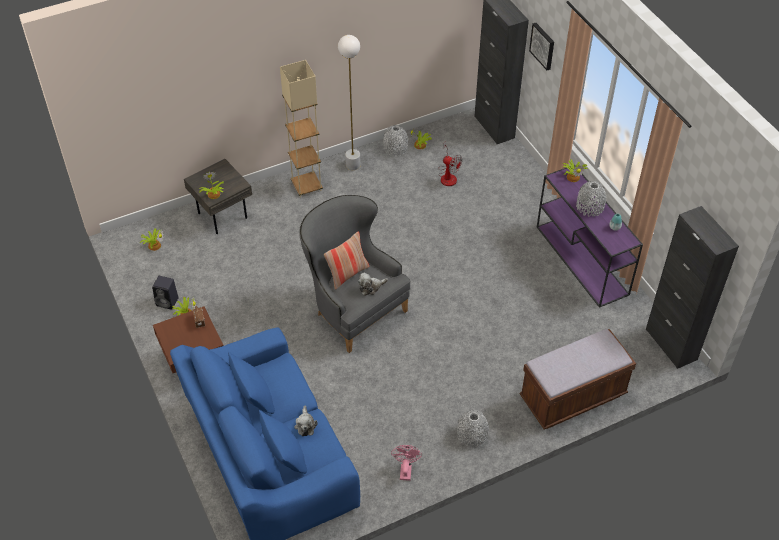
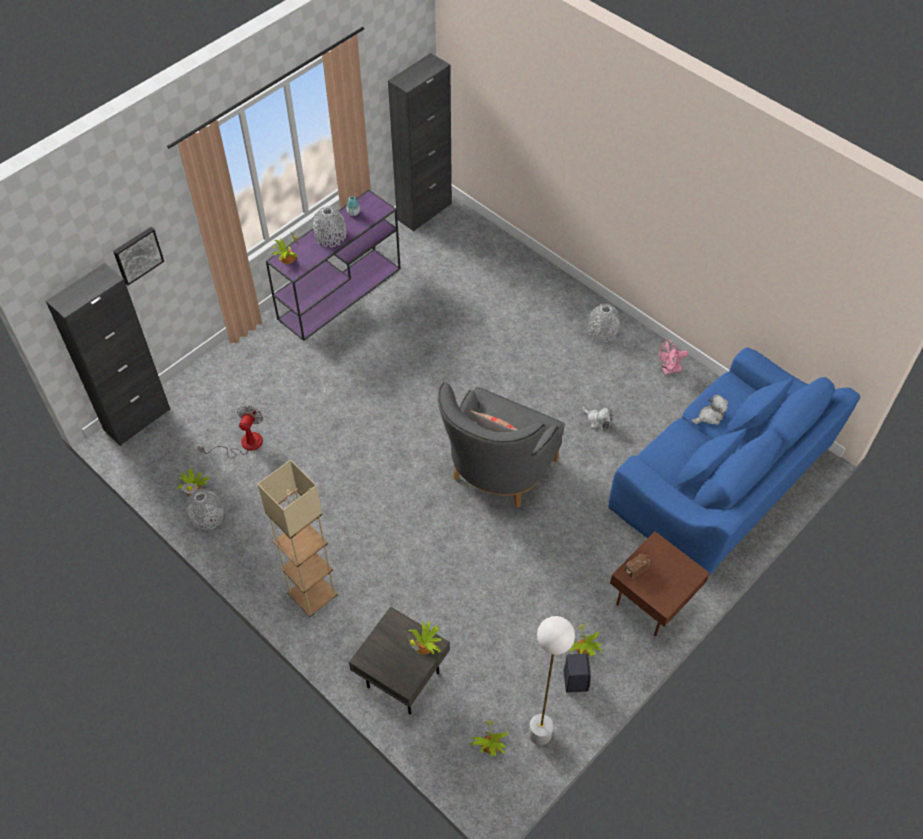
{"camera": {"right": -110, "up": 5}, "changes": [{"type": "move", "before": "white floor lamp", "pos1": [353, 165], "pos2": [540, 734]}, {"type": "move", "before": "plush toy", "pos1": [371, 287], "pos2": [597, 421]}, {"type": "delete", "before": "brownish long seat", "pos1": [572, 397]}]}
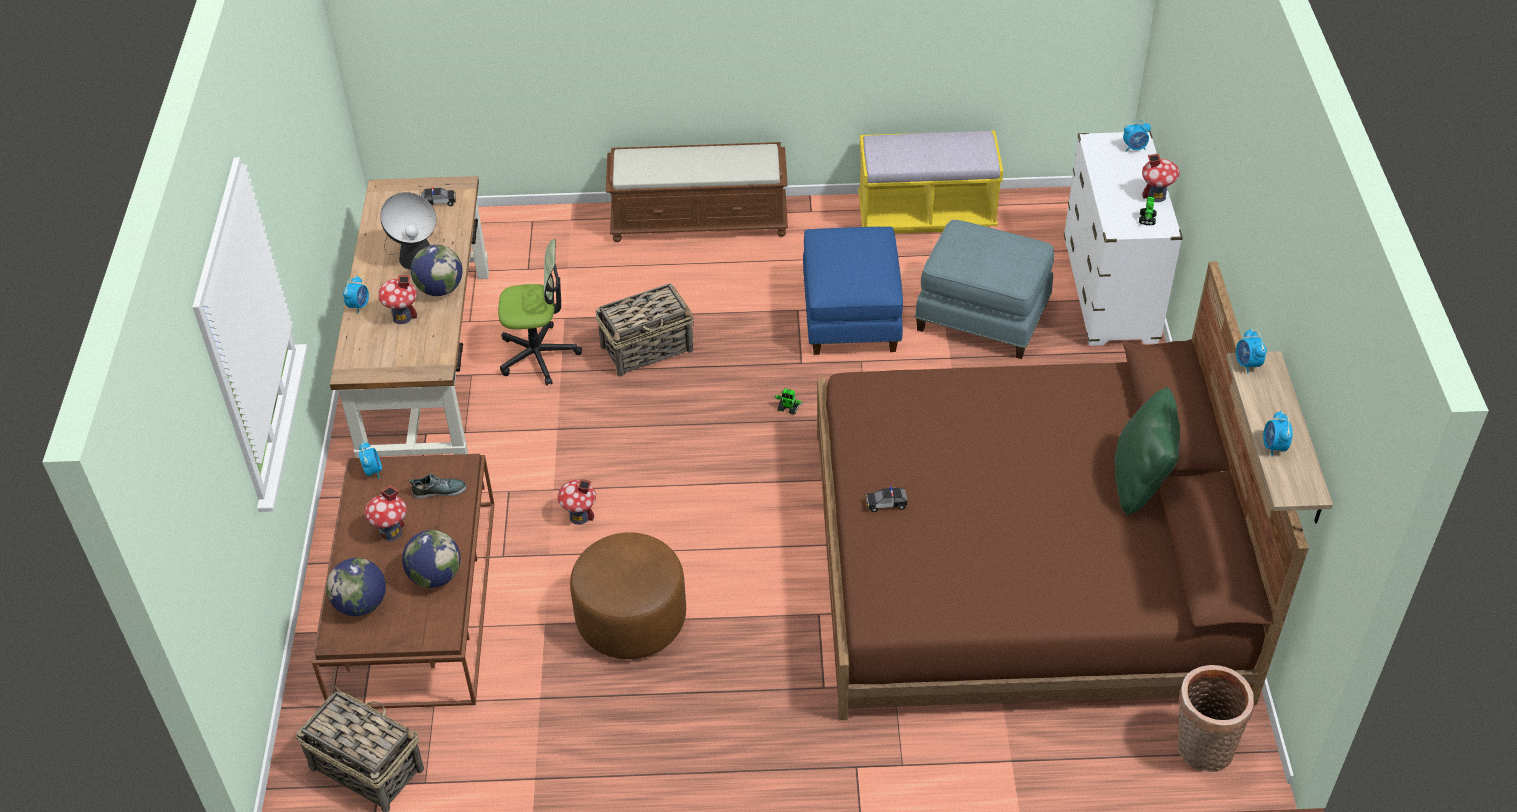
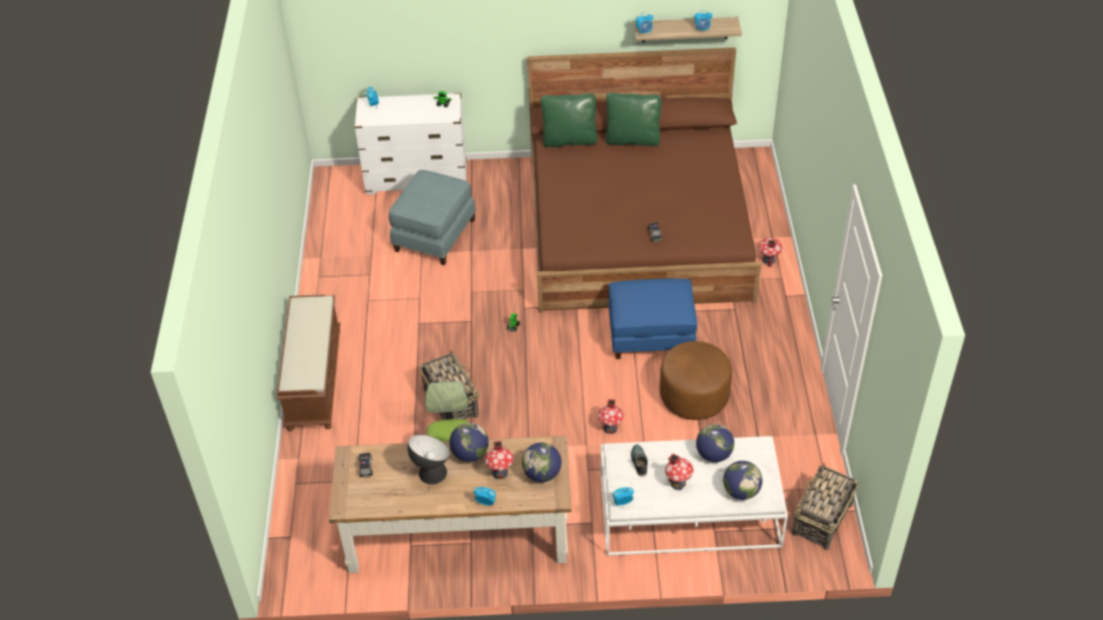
{"camera": {"right": -90, "up": 0}, "changes": [{"type": "delete", "before": "yellow-coloured long seat", "pos1": [926, 214]}, {"type": "move", "before": "toy house", "pos1": [1156, 196], "pos2": [768, 260]}, {"type": "move", "before": "blue-coloured footrest", "pos1": [852, 317], "pos2": [651, 335]}, {"type": "recolor", "before": "brownish low table", "after": "white low table", "pos1": [415, 601], "pos2": [688, 511]}, {"type": "delete", "before": "storage basket", "pos1": [1201, 750]}, {"type": "insert", "after": "green pillow", "pos2": [569, 140]}, {"type": "insert", "after": "desk globe", "pos2": [542, 474]}]}
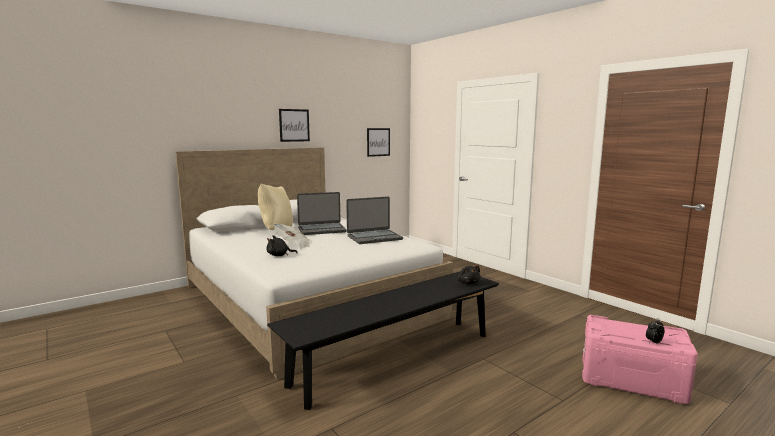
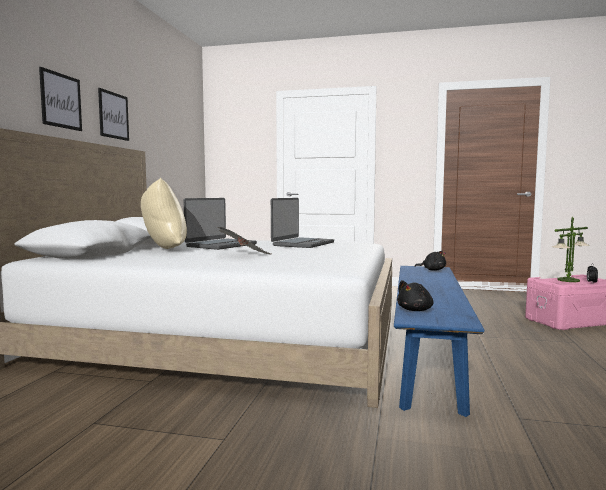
{"camera": {"right": -40, "up": -5}, "changes": [{"type": "move", "before": "picture", "pos1": [378, 142], "pos2": [61, 100]}, {"type": "move", "before": "blackish plush toy", "pos1": [279, 255], "pos2": [416, 310]}, {"type": "recolor", "before": "blackish long seat", "after": "blue-coloured long seat", "pos1": [396, 358], "pos2": [427, 355]}, {"type": "insert", "after": "lamp for a table", "pos2": [568, 280]}]}
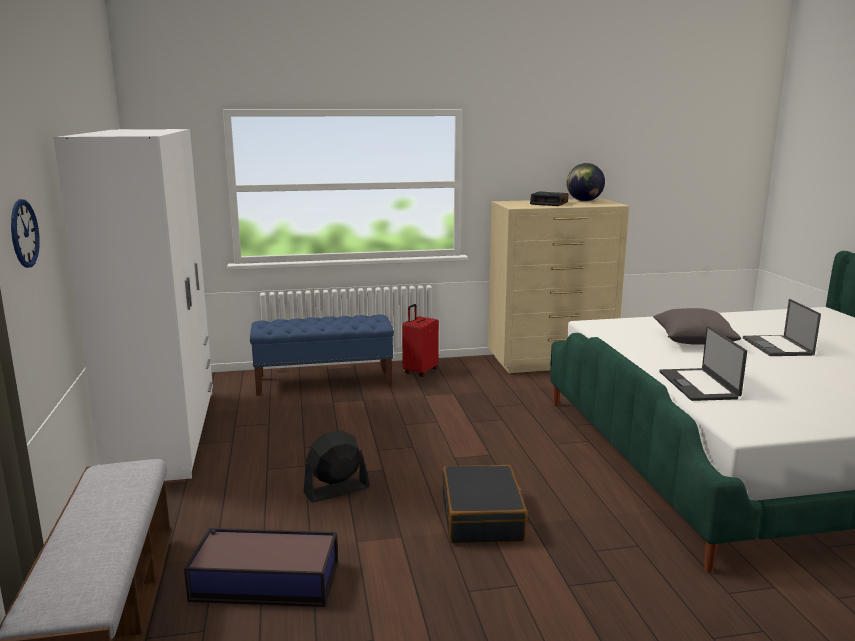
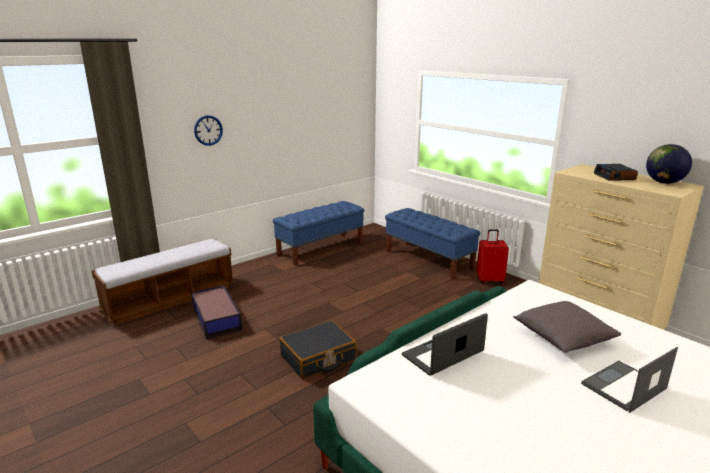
{"camera": {"right": 60, "up": 5}, "changes": [{"type": "replace", "before": "white wardrobe", "after": "blue-coloured long seat", "pos1": [166, 433], "pos2": [321, 249]}, {"type": "delete", "before": "blackish fan", "pos1": [336, 490]}]}
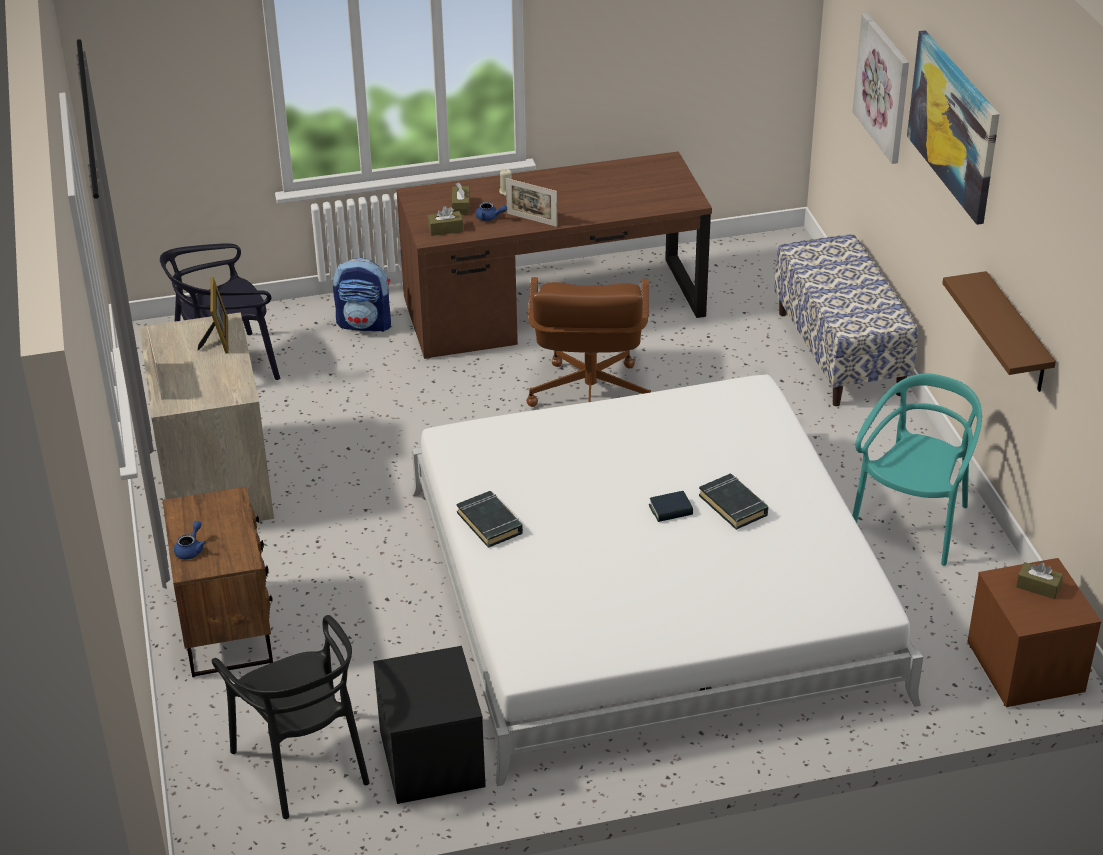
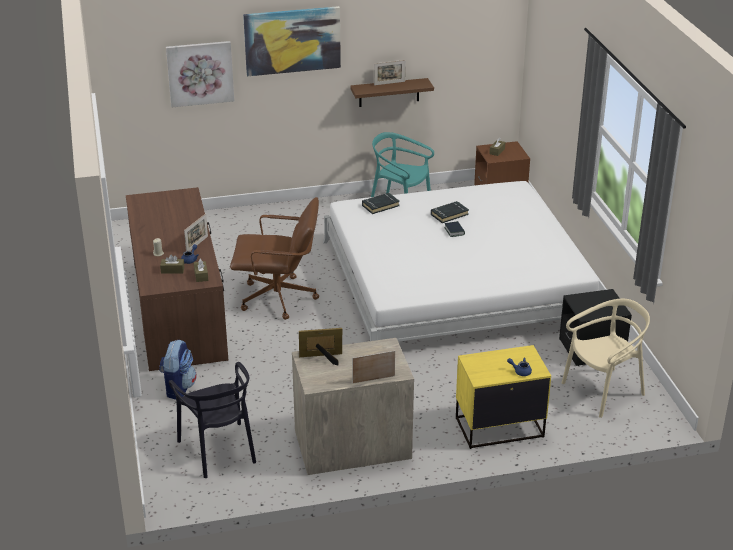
{"camera": {"right": -90, "up": -5}, "changes": [{"type": "delete", "before": "long seat", "pos1": [840, 353]}, {"type": "recolor", "before": "brownish bedside table", "after": "yellow-coloured bedside table", "pos1": [227, 627], "pos2": [498, 427]}, {"type": "move", "before": "blackish bound book", "pos1": [490, 523], "pos2": [380, 205]}, {"type": "recolor", "before": "blackish upright chair", "after": "beige upright chair", "pos1": [303, 763], "pos2": [603, 391]}, {"type": "insert", "after": "picture frame", "pos2": [389, 83]}]}
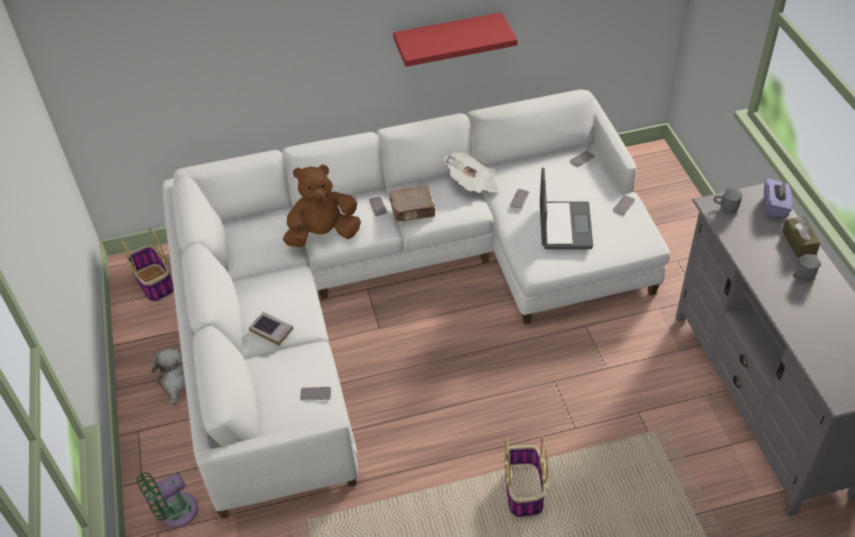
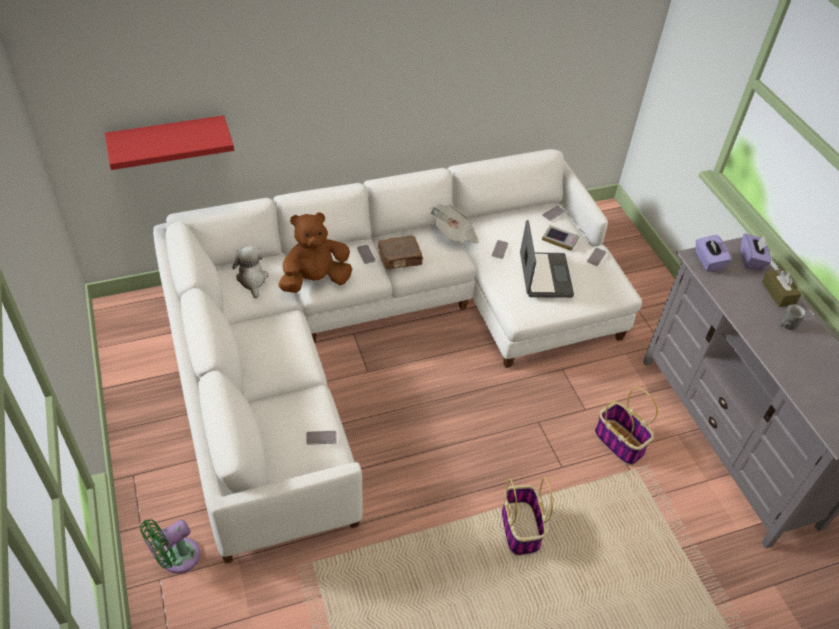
{"camera": {"right": -10, "up": 0}, "changes": [{"type": "move", "before": "reddish wall shelf", "pos1": [448, 39], "pos2": [168, 141]}, {"type": "replace", "before": "grey mug", "after": "purple box of tissues", "pos1": [725, 209], "pos2": [708, 261]}, {"type": "move", "before": "storage basket", "pos1": [155, 284], "pos2": [620, 443]}, {"type": "move", "before": "bound book", "pos1": [271, 330], "pos2": [560, 240]}, {"type": "move", "before": "plush toy", "pos1": [174, 382], "pos2": [252, 279]}]}
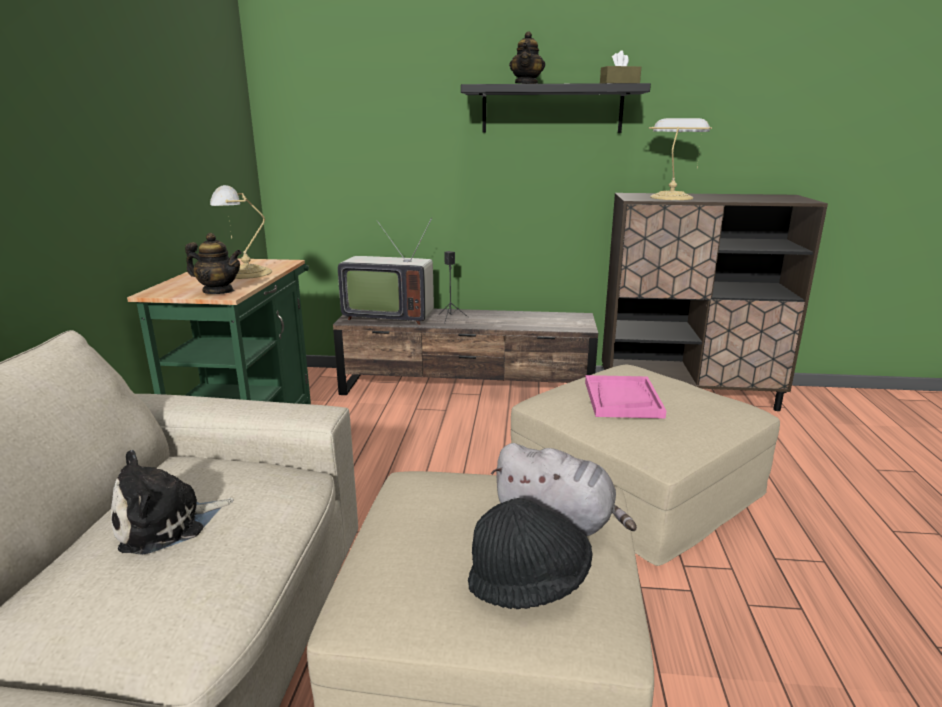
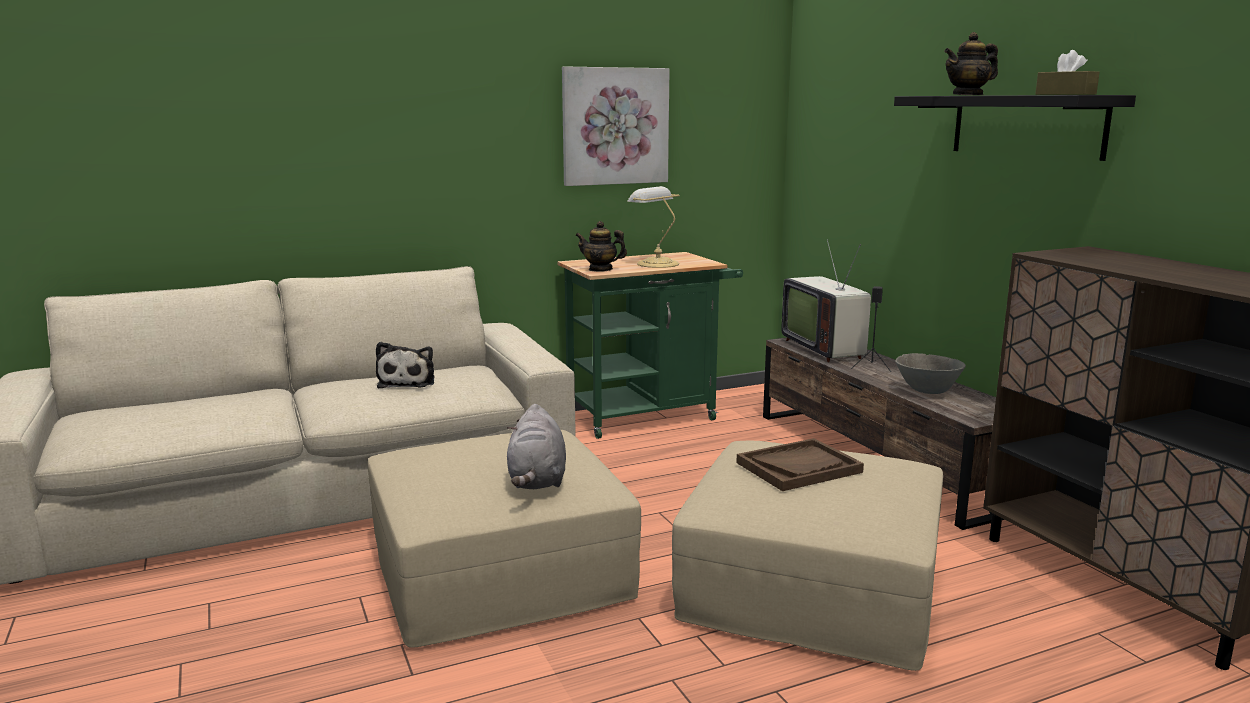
{"camera": {"right": 60, "up": -5}, "changes": [{"type": "delete", "before": "lamp for a table", "pos1": [671, 197]}, {"type": "rotate", "before": "tea pot", "pos1": [218, 291], "pos2": [600, 269], "turn": 120}, {"type": "recolor", "before": "pinkish carrying tray", "after": "brownish carrying tray", "pos1": [622, 399], "pos2": [799, 467]}, {"type": "rotate", "before": "plush toy", "pos1": [167, 524], "pos2": [408, 382], "turn": -120}, {"type": "delete", "before": "blackish hat", "pos1": [529, 584]}, {"type": "insert", "after": "picture", "pos2": [615, 126]}, {"type": "insert", "after": "grey serving bowl", "pos2": [927, 391]}]}
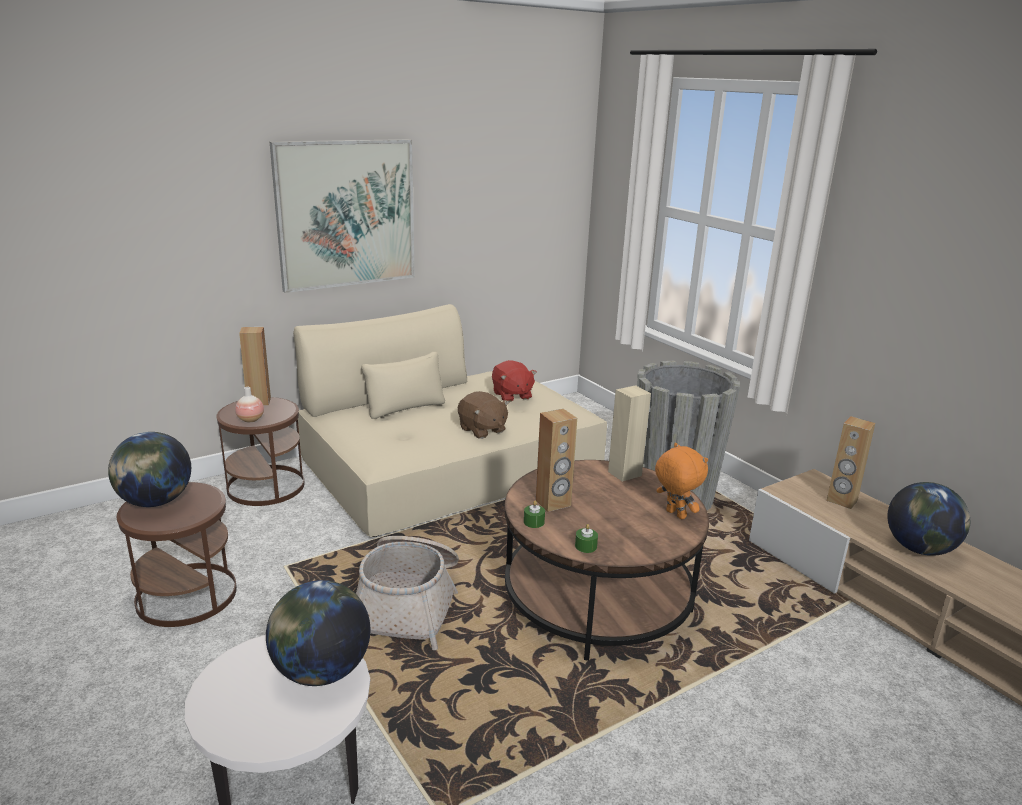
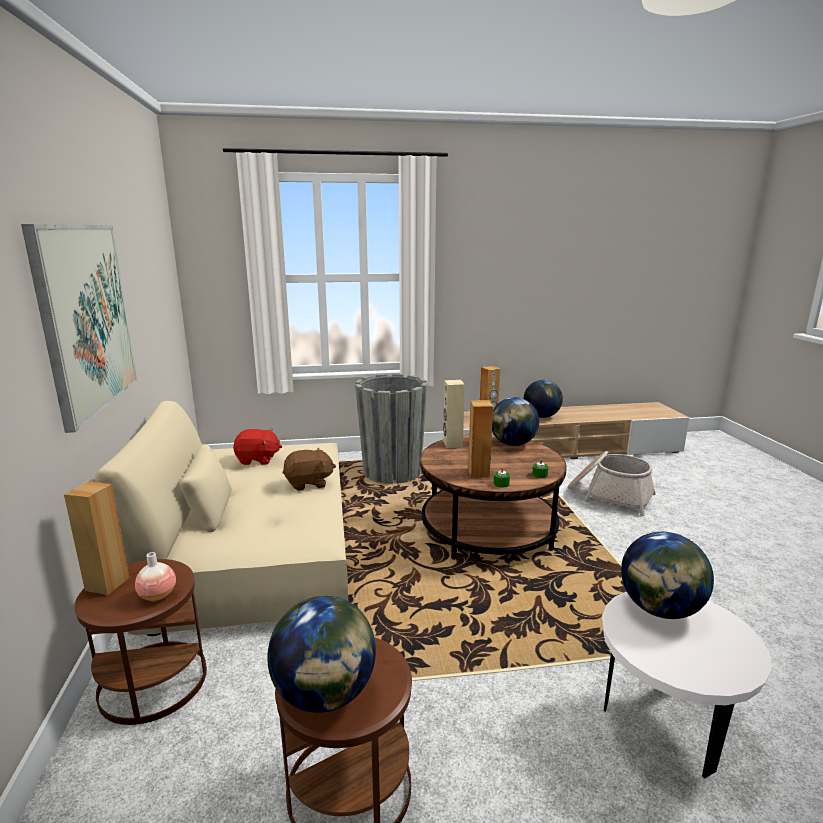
{"camera": {"right": -65, "up": -5}, "changes": [{"type": "replace", "before": "orangey plush toy", "after": "desk globe", "pos1": [674, 514], "pos2": [513, 444]}, {"type": "move", "before": "storage basket", "pos1": [408, 604], "pos2": [609, 495]}]}
